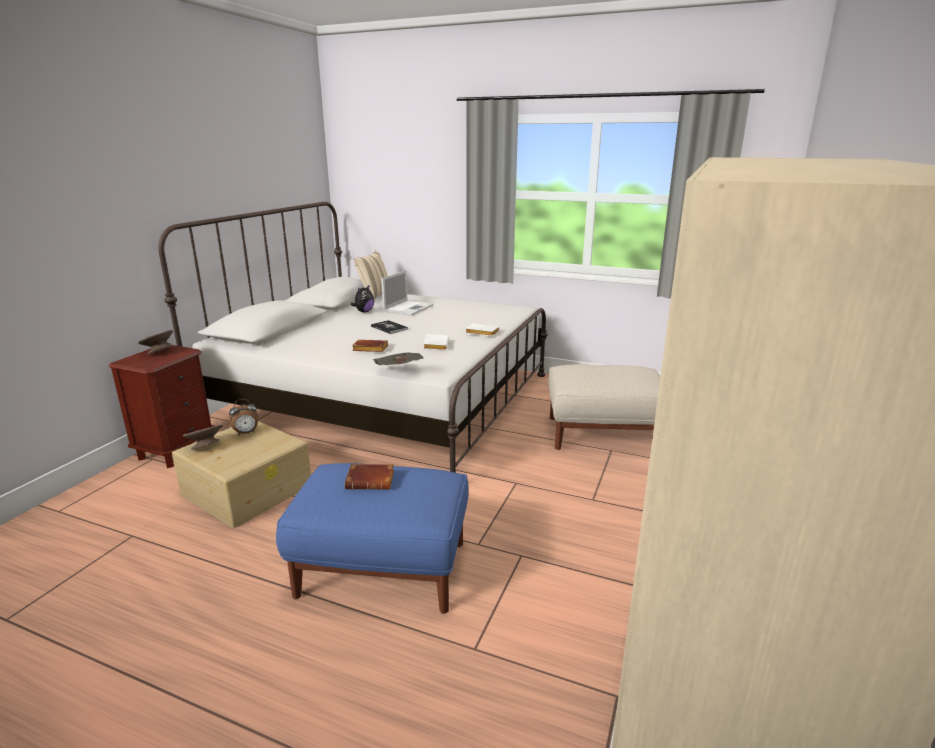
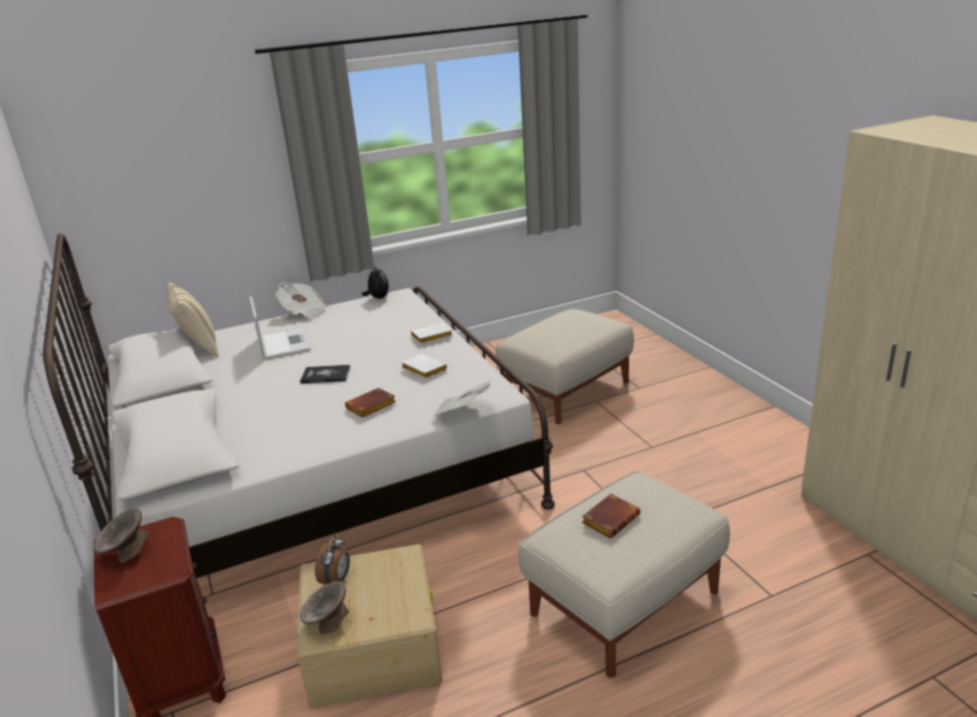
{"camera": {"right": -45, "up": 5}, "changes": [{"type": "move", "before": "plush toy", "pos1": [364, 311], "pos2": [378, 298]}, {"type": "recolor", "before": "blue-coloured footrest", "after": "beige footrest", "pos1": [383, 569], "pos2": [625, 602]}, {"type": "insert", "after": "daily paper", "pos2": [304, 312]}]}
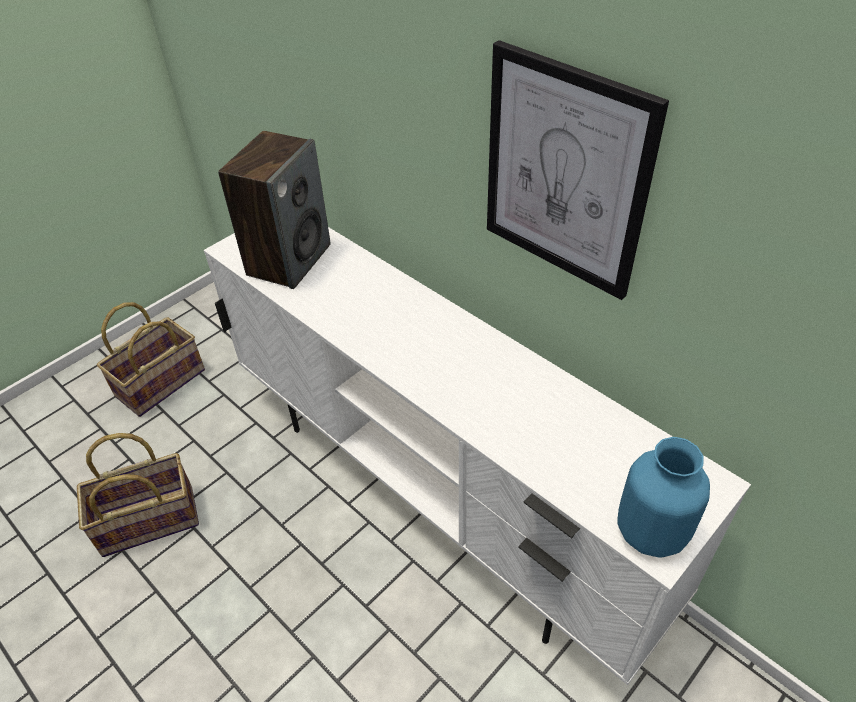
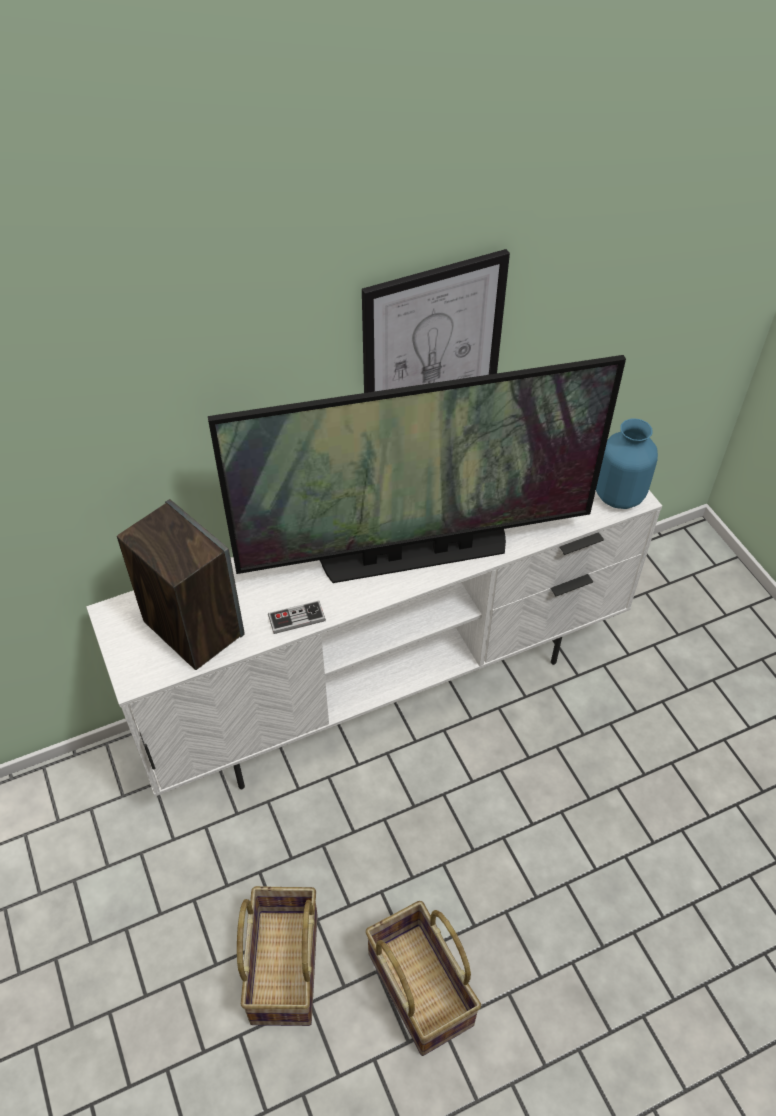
{"camera": {"right": -70, "up": 5}, "changes": [{"type": "move", "before": "storage basket", "pos1": [160, 382], "pos2": [418, 989]}, {"type": "insert", "after": "TV", "pos2": [415, 553]}, {"type": "insert", "after": "joypad", "pos2": [296, 618]}]}
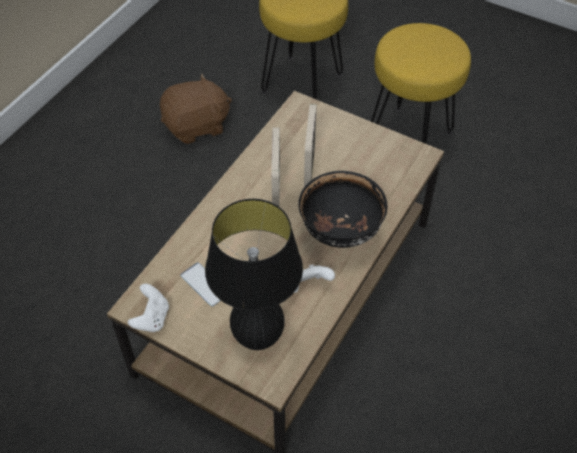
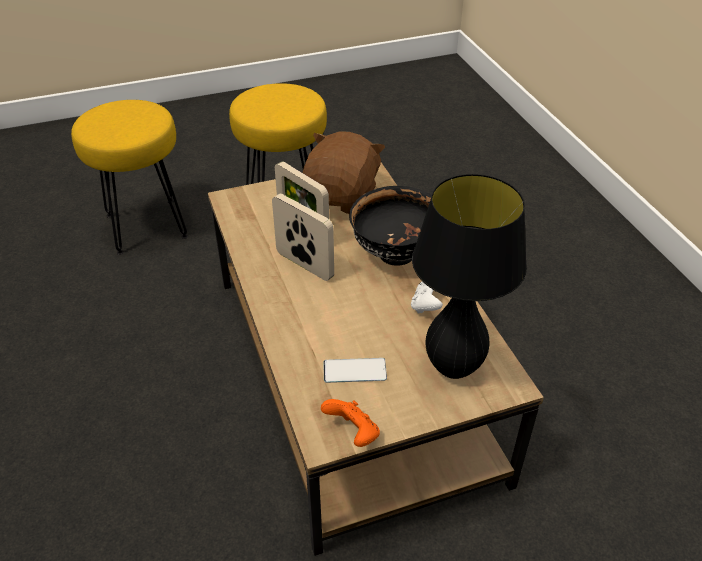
{"camera": {"right": -50, "up": -10}, "changes": [{"type": "move", "before": "brownish plush toy", "pos1": [197, 126], "pos2": [342, 198]}, {"type": "recolor", "before": "white joypad", "after": "orangey joypad", "pos1": [152, 318], "pos2": [353, 433]}]}
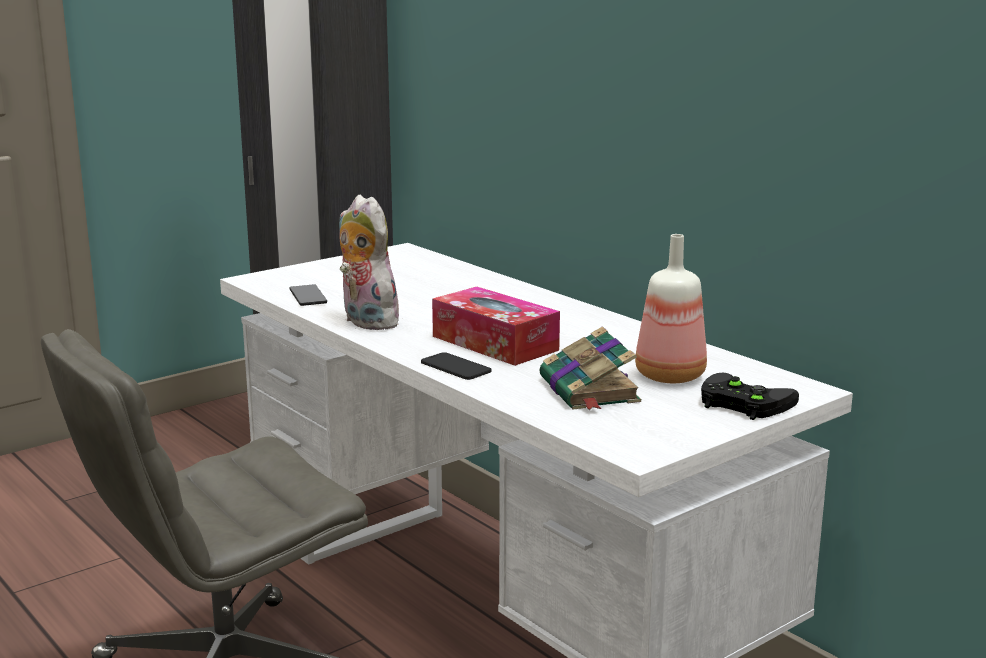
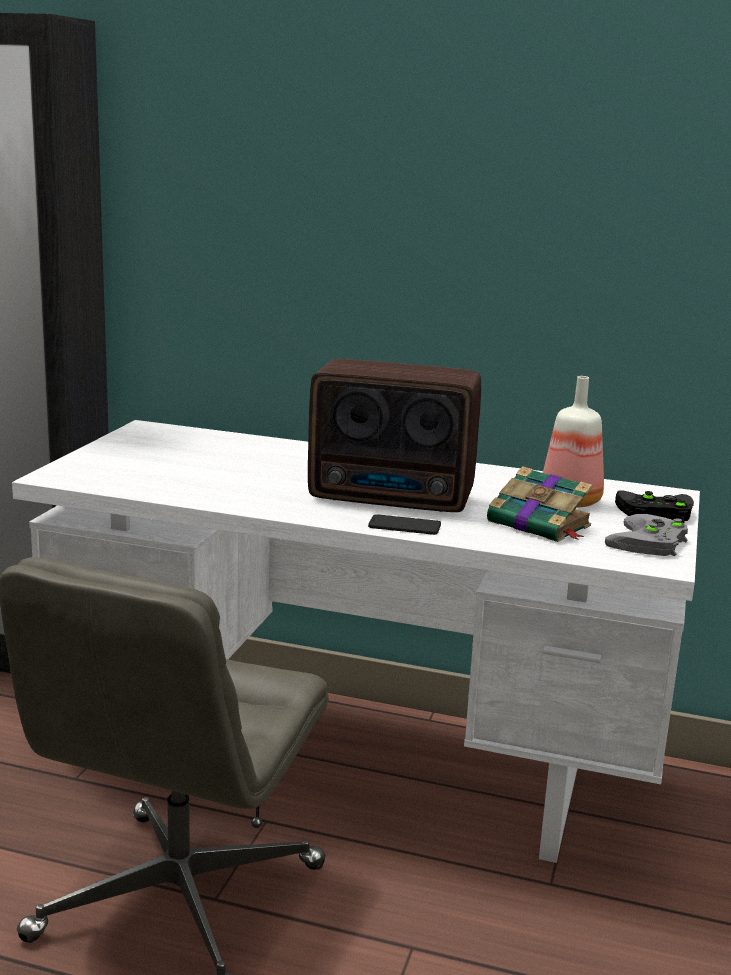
{"camera": {"right": -35, "up": 0}, "changes": [{"type": "delete", "before": "plush toy", "pos1": [365, 322]}, {"type": "delete", "before": "telephone", "pos1": [308, 296]}, {"type": "replace", "before": "box of tissues", "after": "radio set", "pos1": [495, 343], "pos2": [394, 499]}, {"type": "insert", "after": "grey joypad", "pos2": [650, 543]}]}
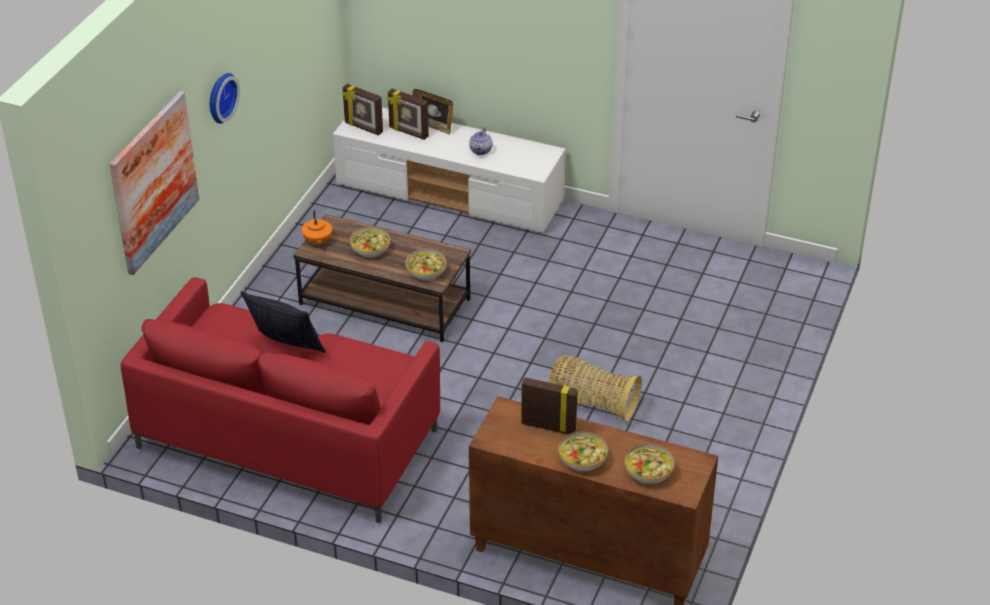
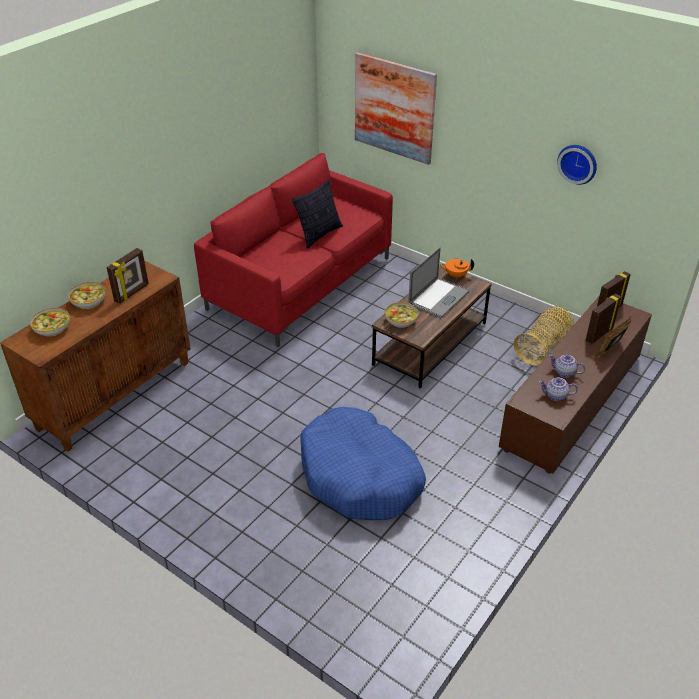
{"camera": {"right": 105, "up": 0}, "changes": [{"type": "move", "before": "hanging clock", "pos1": [220, 97], "pos2": [578, 163]}, {"type": "recolor", "before": "white tv stand", "after": "brownish tv stand", "pos1": [451, 194], "pos2": [572, 402]}, {"type": "replace", "before": "serving bowl", "after": "portable computer", "pos1": [370, 249], "pos2": [438, 298]}, {"type": "move", "before": "storage basket", "pos1": [592, 403], "pos2": [543, 347]}, {"type": "insert", "after": "tea pot", "pos2": [555, 396]}, {"type": "insert", "after": "blue-coloured pet bed", "pos2": [360, 476]}]}
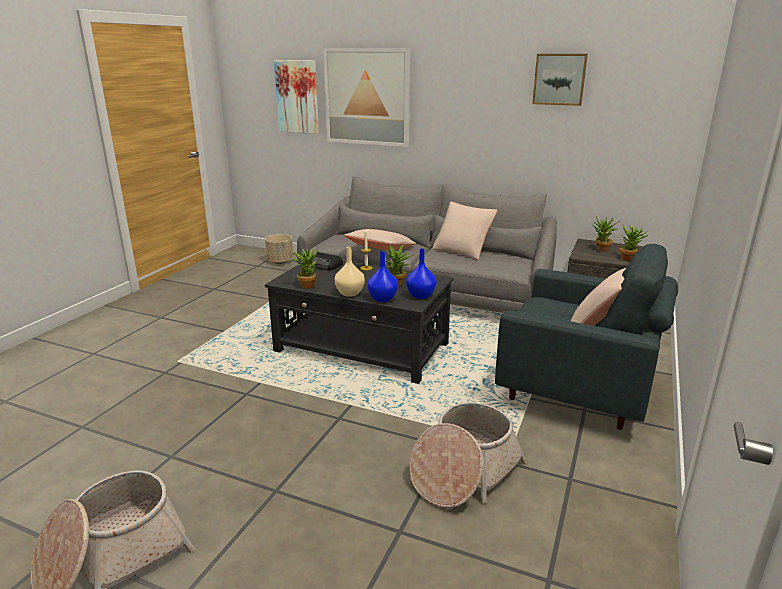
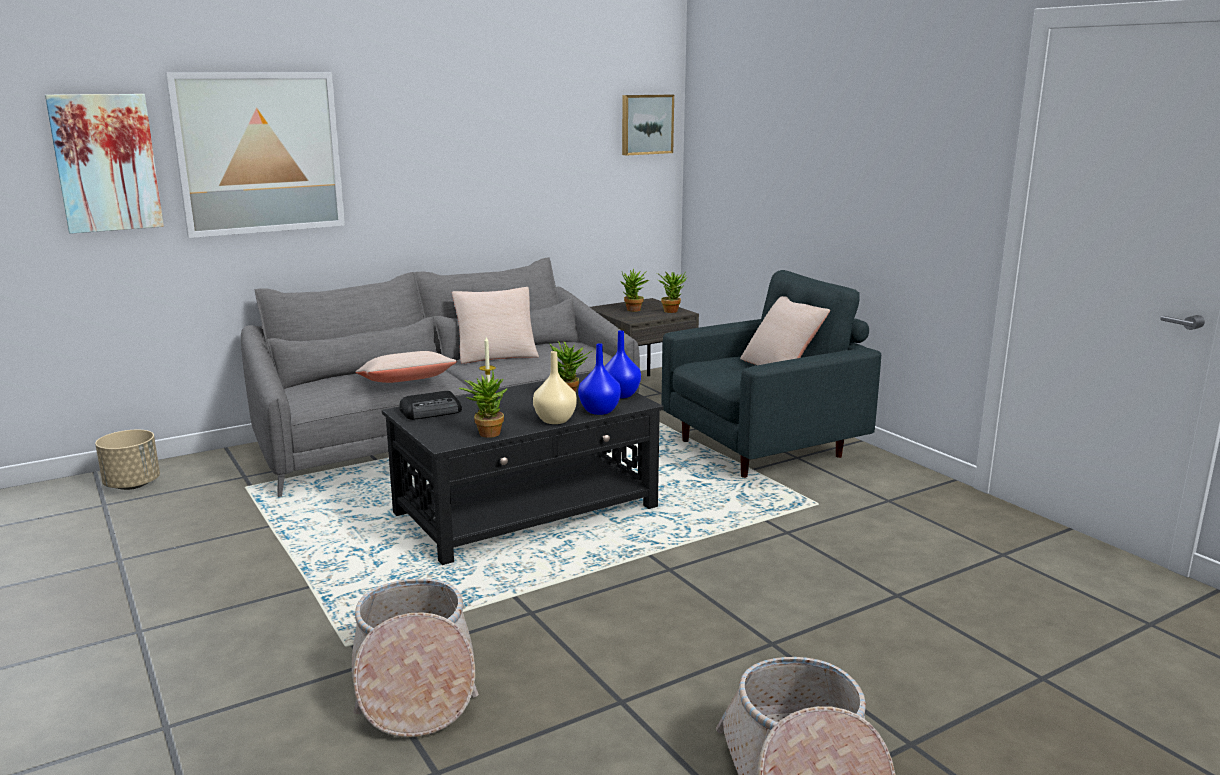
{"camera": {"right": -55, "up": -5}, "changes": [{"type": "move", "before": "picture", "pos1": [559, 79], "pos2": [646, 124]}, {"type": "move", "before": "storage basket", "pos1": [463, 472], "pos2": [414, 684]}]}
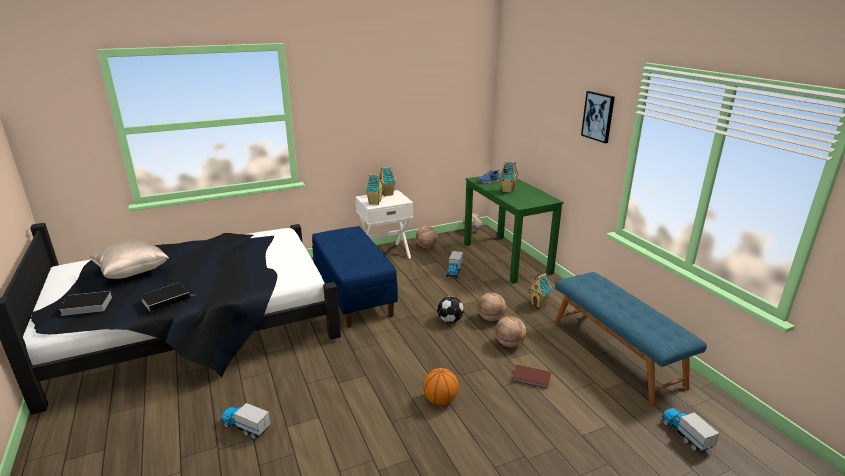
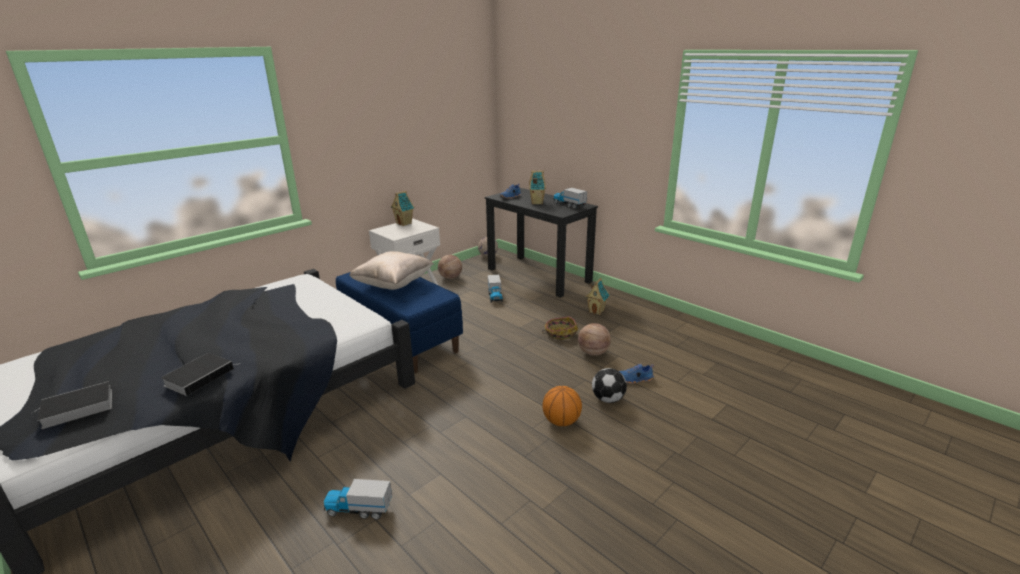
{"camera": {"right": -20, "up": 0}, "changes": [{"type": "delete", "before": "picture", "pos1": [598, 116]}, {"type": "recolor", "before": "green desk unit", "after": "blackish desk unit", "pos1": [506, 258], "pos2": [539, 275]}, {"type": "delete", "before": "toy house", "pos1": [375, 203]}, {"type": "move", "before": "beige pillow", "pos1": [133, 272], "pos2": [393, 285]}, {"type": "delete", "before": "blue-coloured long seat", "pos1": [616, 352]}, {"type": "replace", "before": "ball for basketball", "after": "storage basket", "pos1": [490, 318], "pos2": [560, 333]}, {"type": "move", "before": "football ball", "pos1": [450, 320], "pos2": [608, 399]}, {"type": "replace", "before": "brownish bound book", "after": "blue-coloured item of footwear", "pos1": [531, 378], "pos2": [634, 379]}, {"type": "move", "before": "toy truck", "pos1": [685, 435], "pos2": [569, 205]}]}
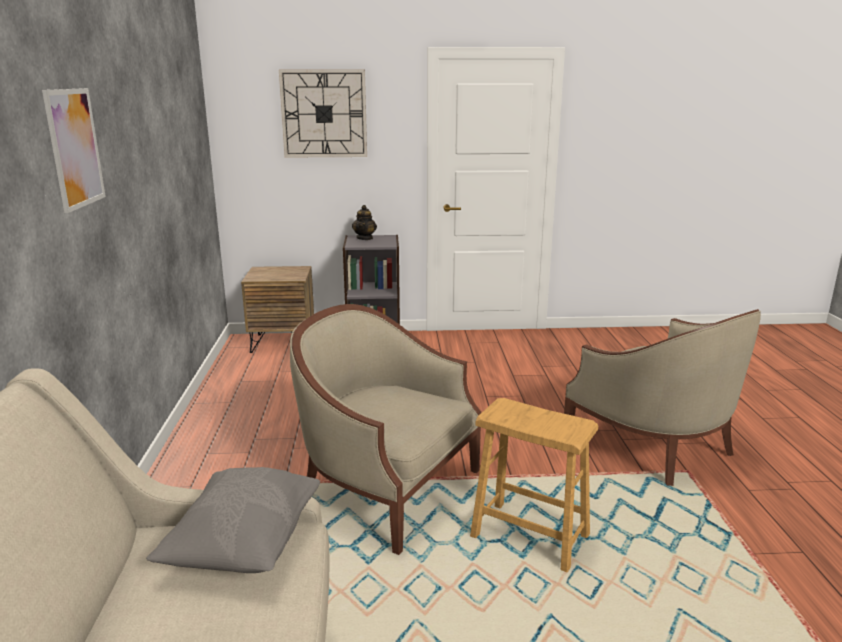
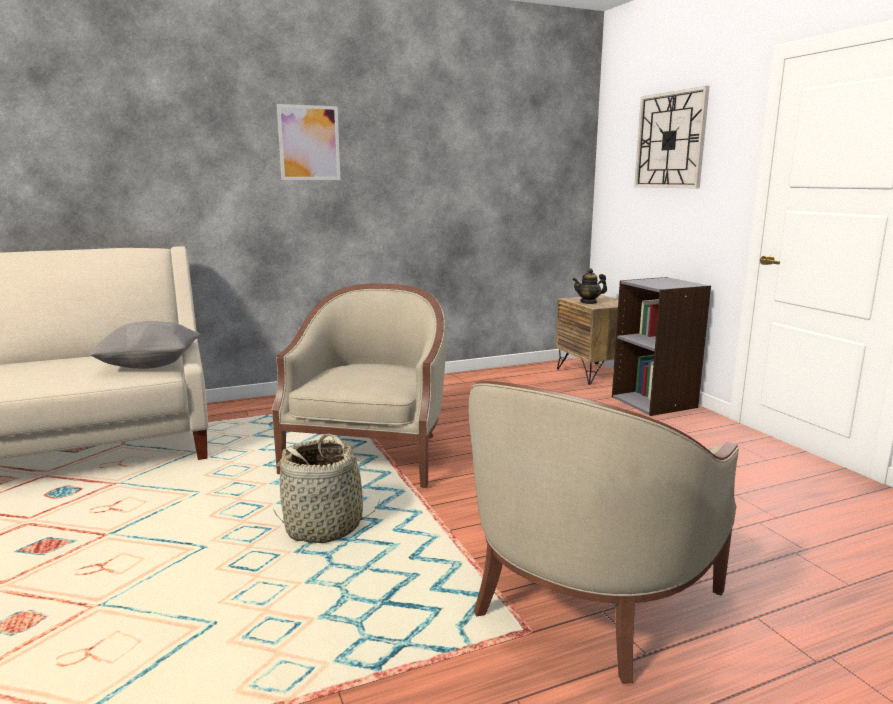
{"camera": {"right": 70, "up": -5}, "changes": [{"type": "move", "before": "tea pot", "pos1": [365, 238], "pos2": [588, 302]}, {"type": "replace", "before": "brownish sitting stool", "after": "storage basket", "pos1": [530, 535], "pos2": [324, 527]}]}
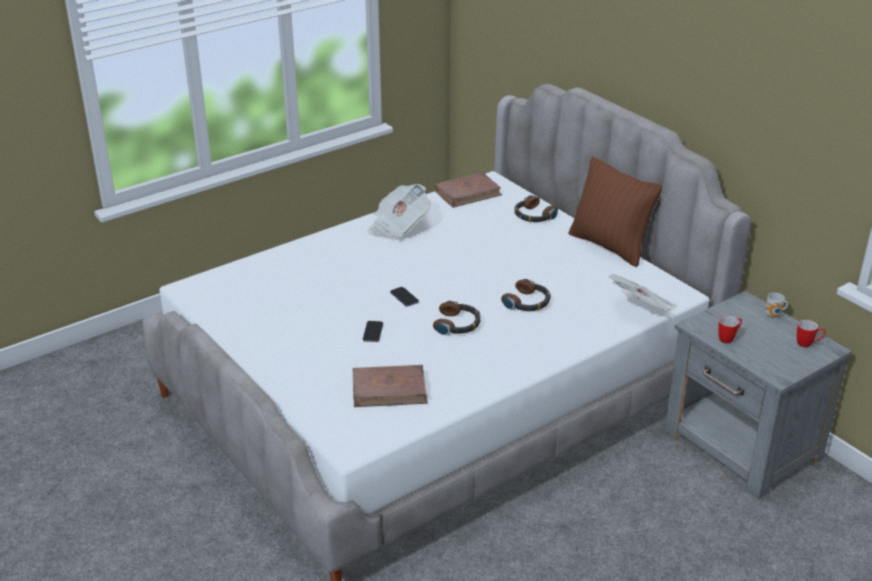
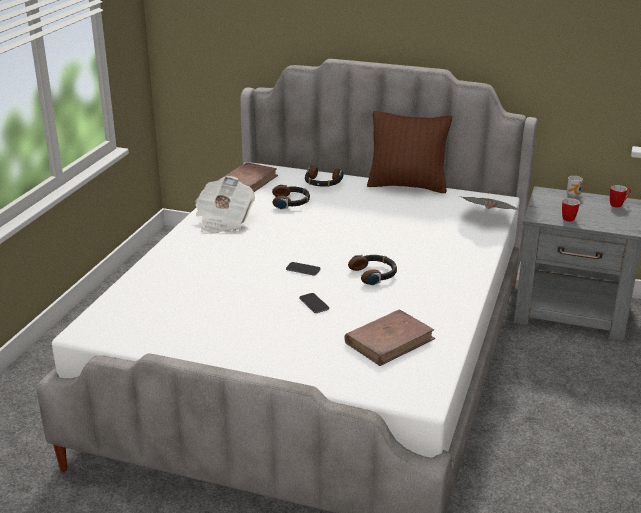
{"camera": {"right": -35, "up": -5}, "changes": [{"type": "move", "before": "pair of headphones", "pos1": [527, 302], "pos2": [291, 202]}]}
